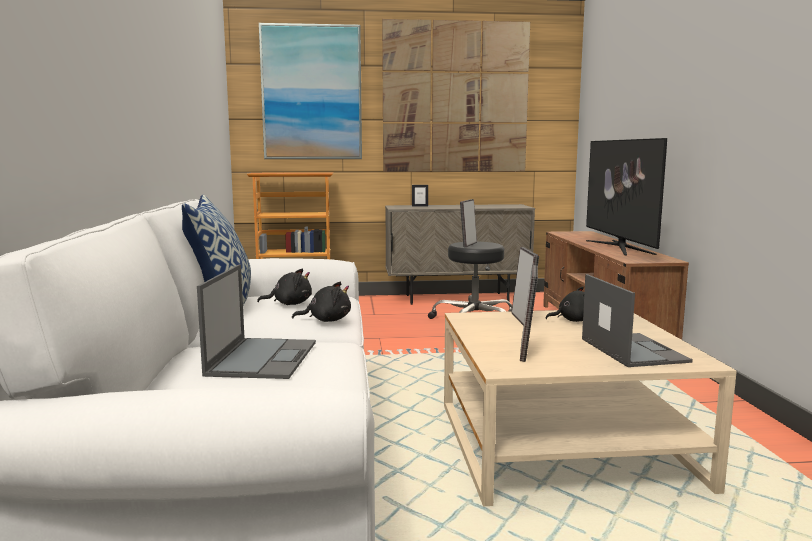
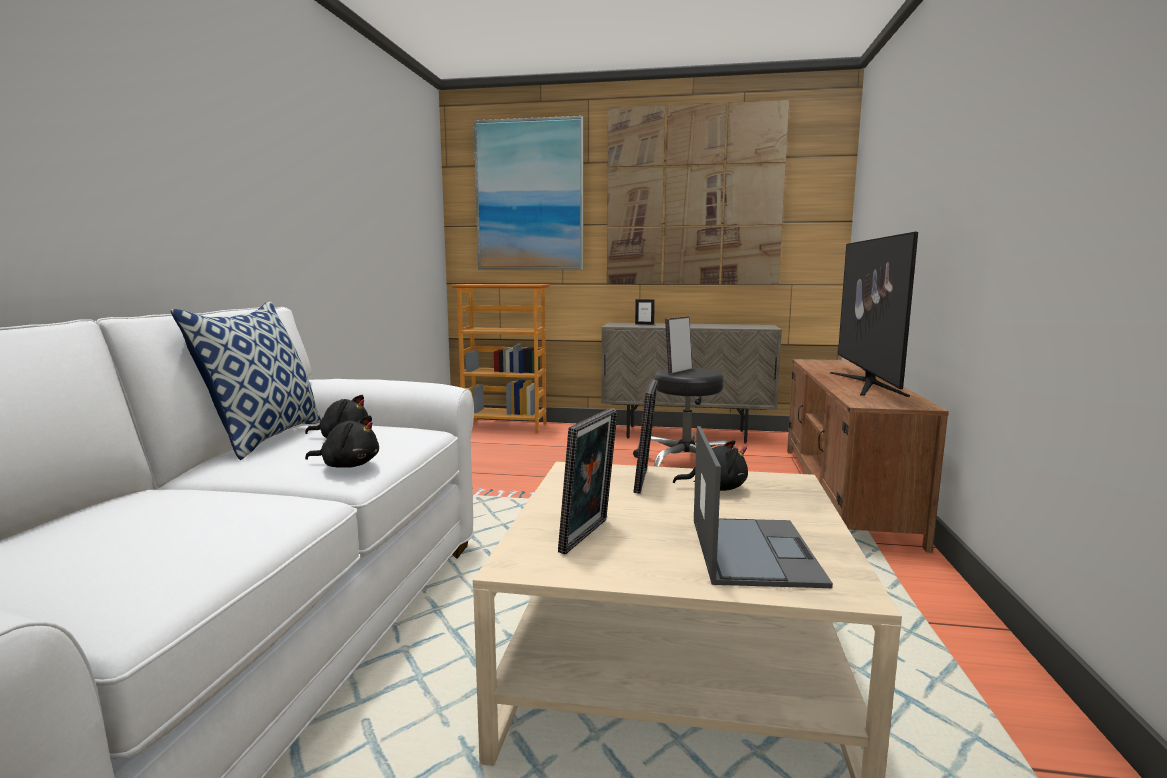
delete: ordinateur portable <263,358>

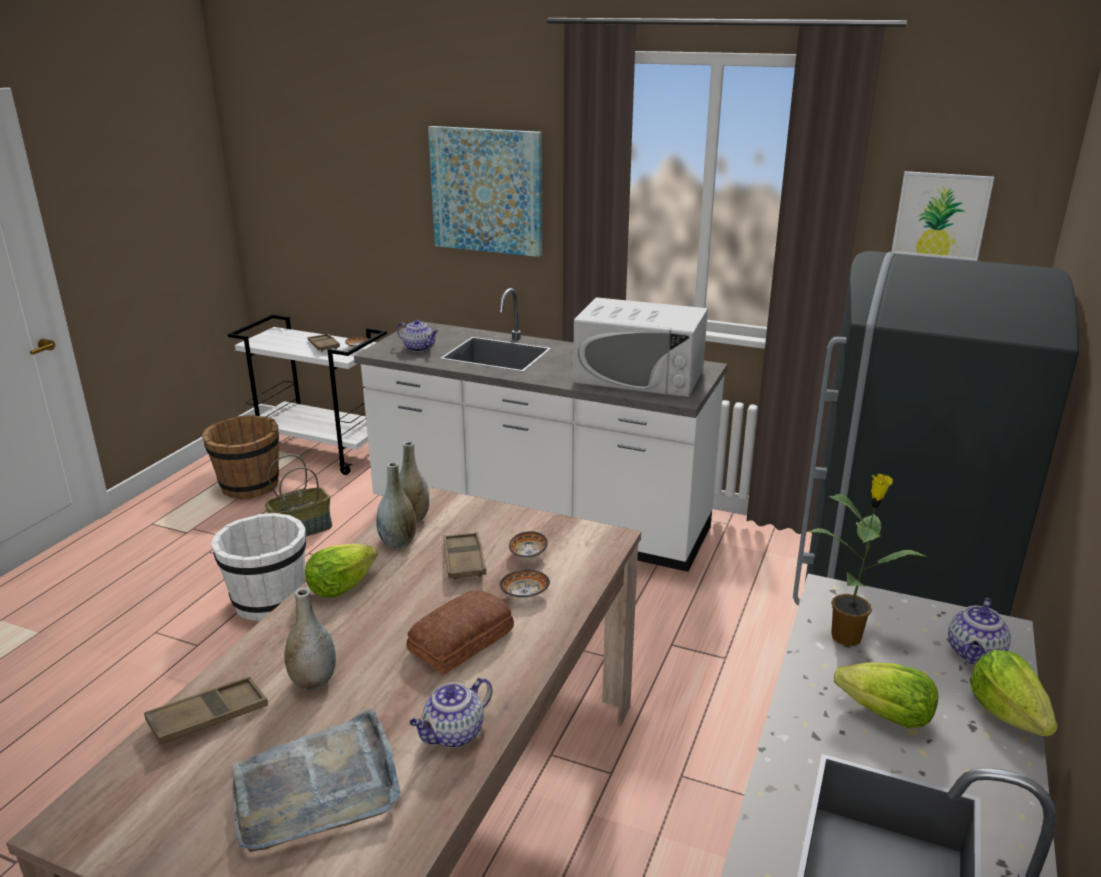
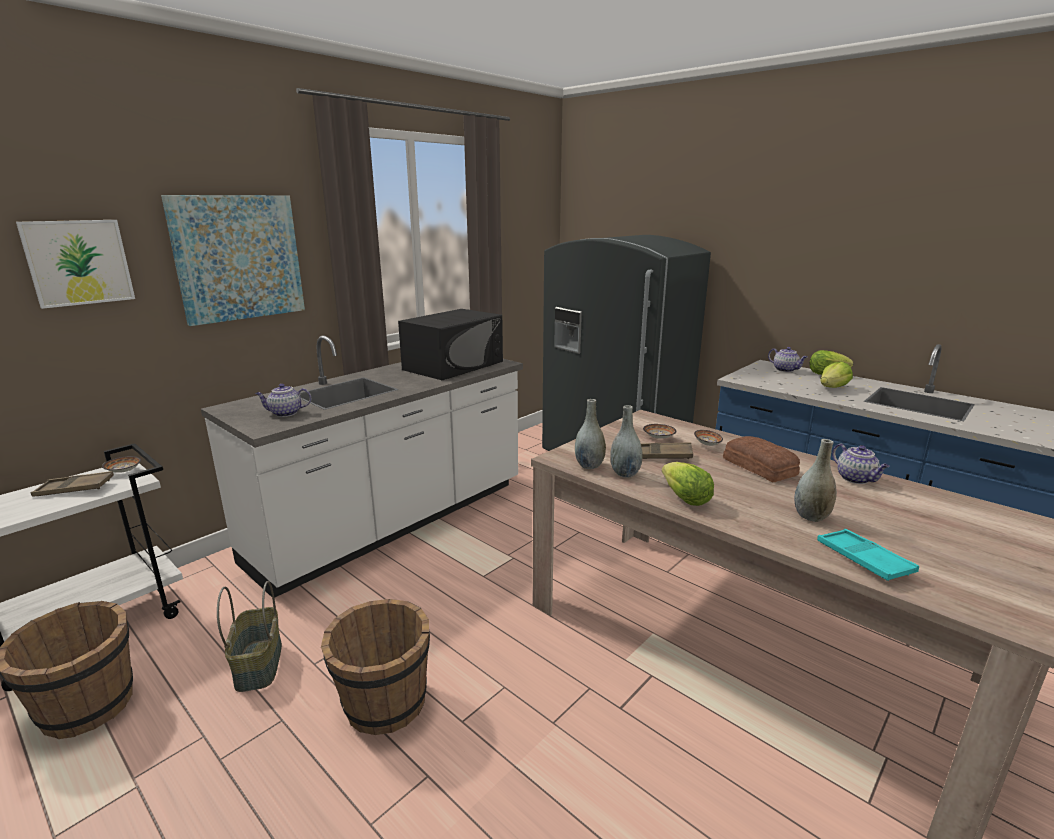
delete: plateau [gris] <317,787>; plante en pot <847,636>
move: tableau <941,215> to <78,262>
recolor: plateau [marron] <208,716> to plateau [turquoise] <863,559>; seau [blanc] <269,601> to seau [marron] <384,703>; micro-ondes [blanc] <639,376> to micro-ondes [noir] <454,365>
rotate: théière <419,348> = <285,413> 150 degrees counterclockwise

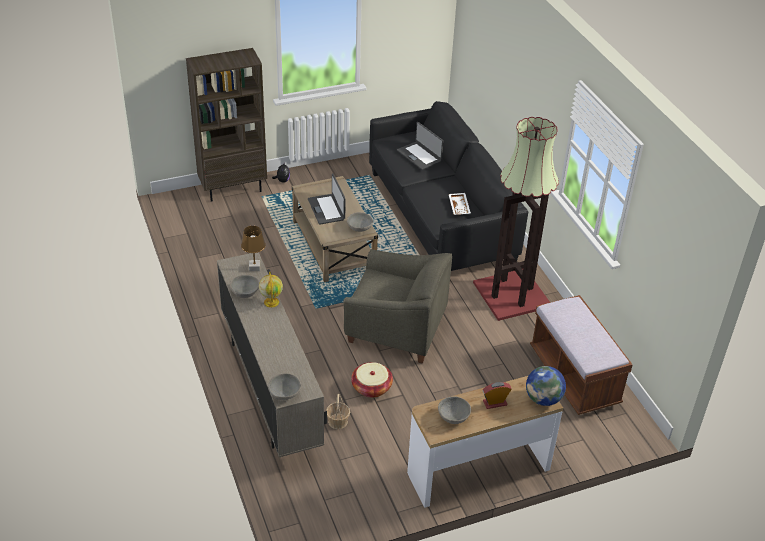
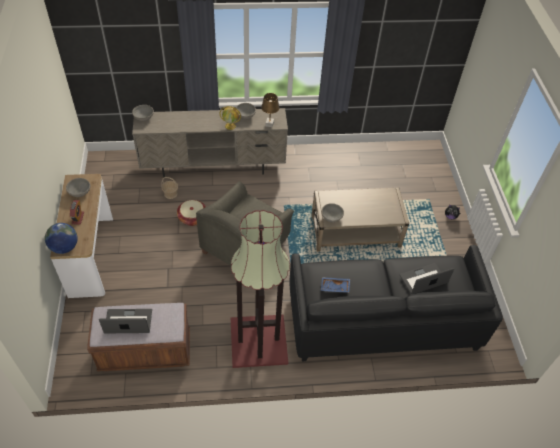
delete: bibliothèque [marron] <233,188>
move: ordinateur portable <327,209> to <128,322>
recolor: plateau [blanc] <459,207> to plateau [bleu] <335,287>

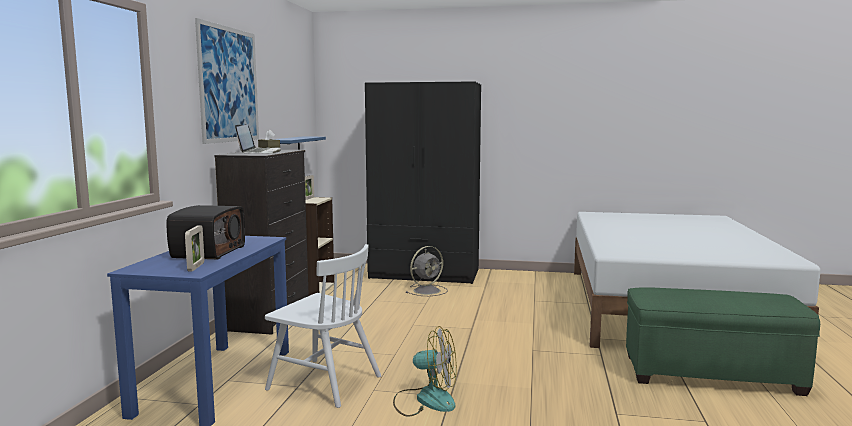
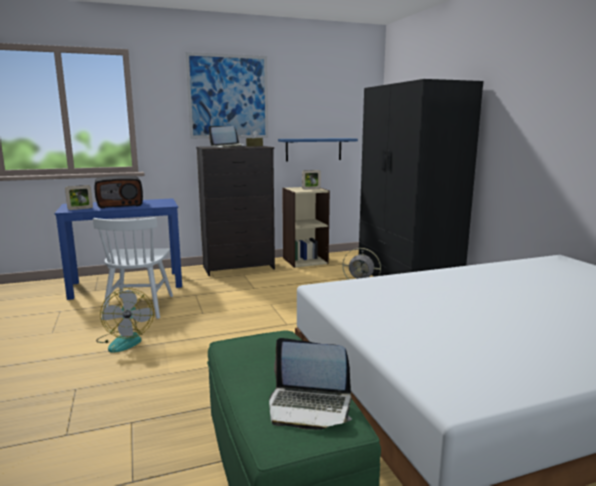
insert: ordinateur portable <309,406>

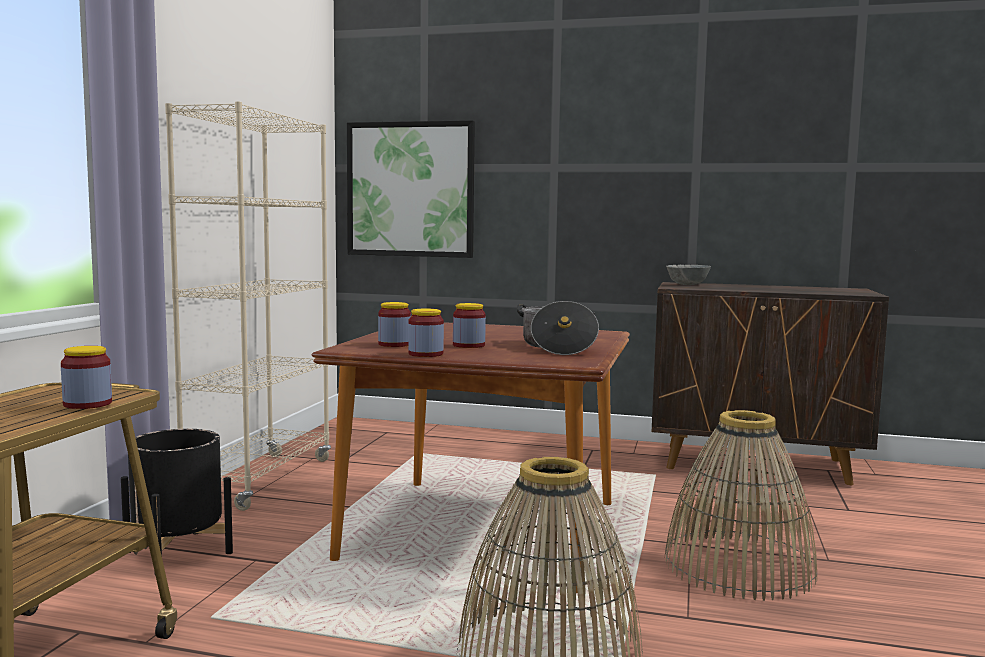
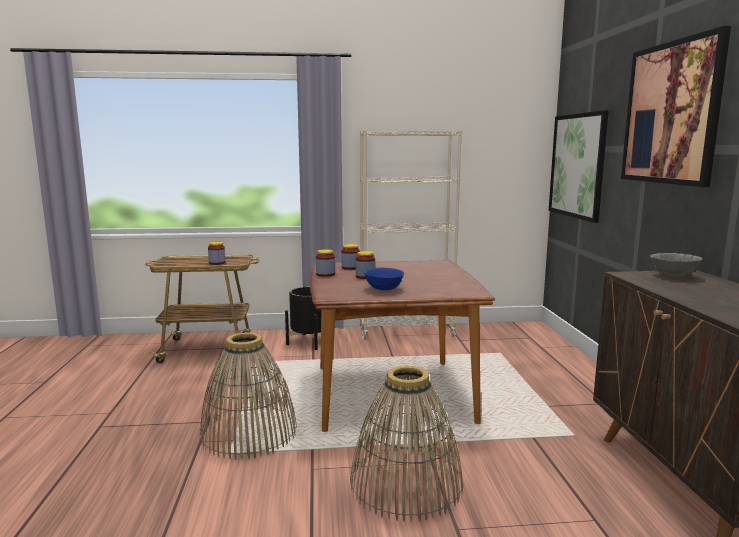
insert: tableau <671,113>
replace: marmite <557,347> to bol [bleu] <384,289>

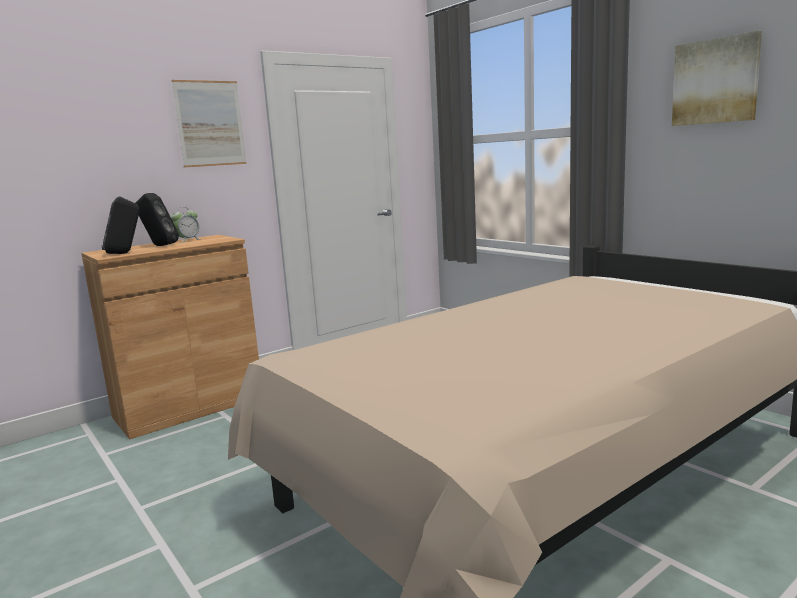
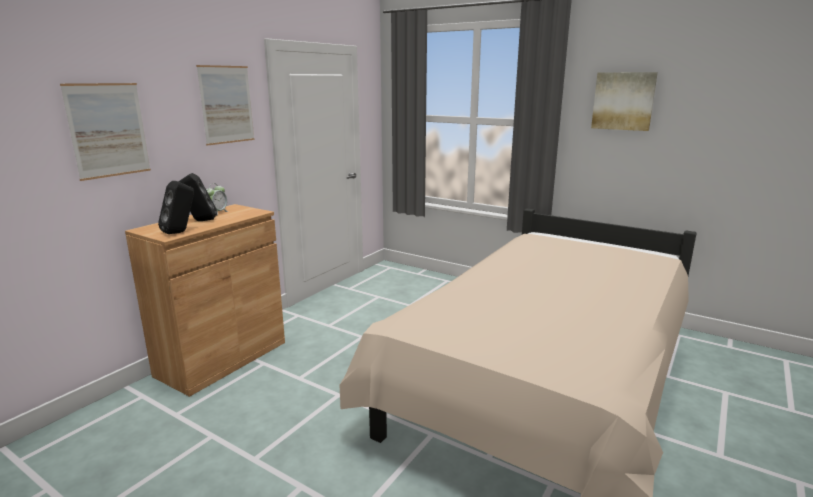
insert: tableau <108,130>

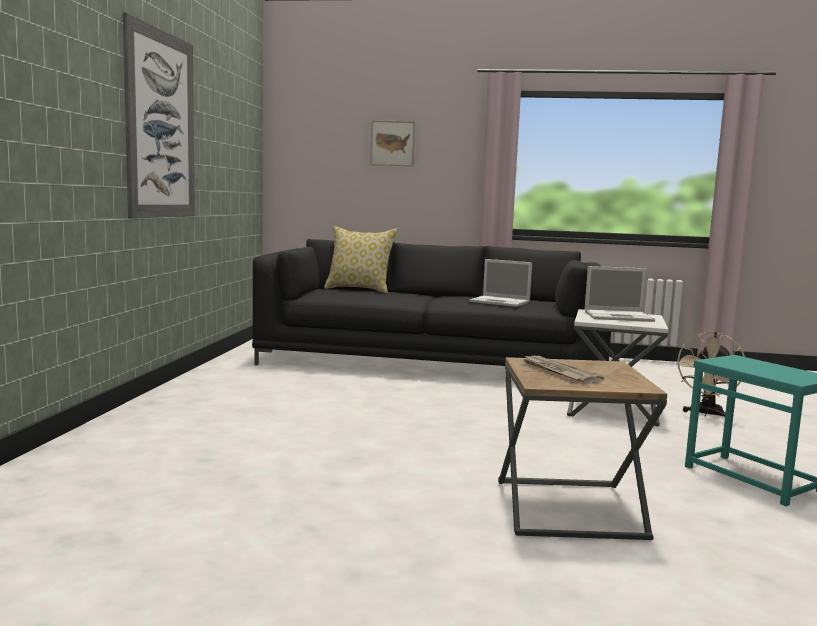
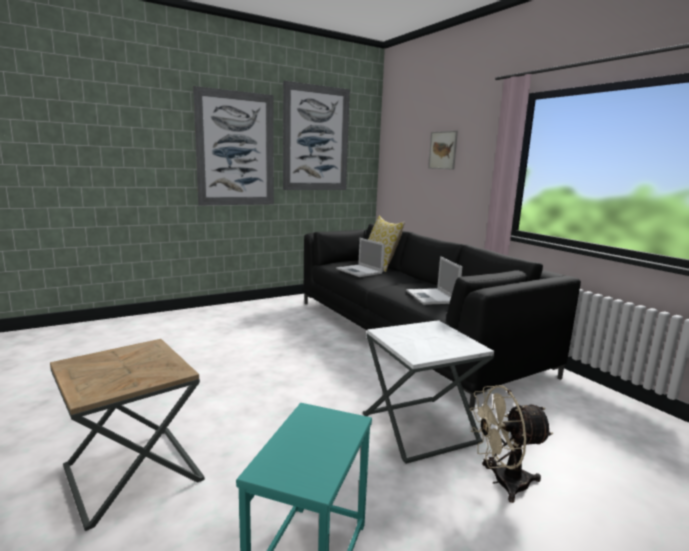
delete: journal <558,372>
insert: tableau <316,139>
move: ordinateur portable <619,316> to <360,271>

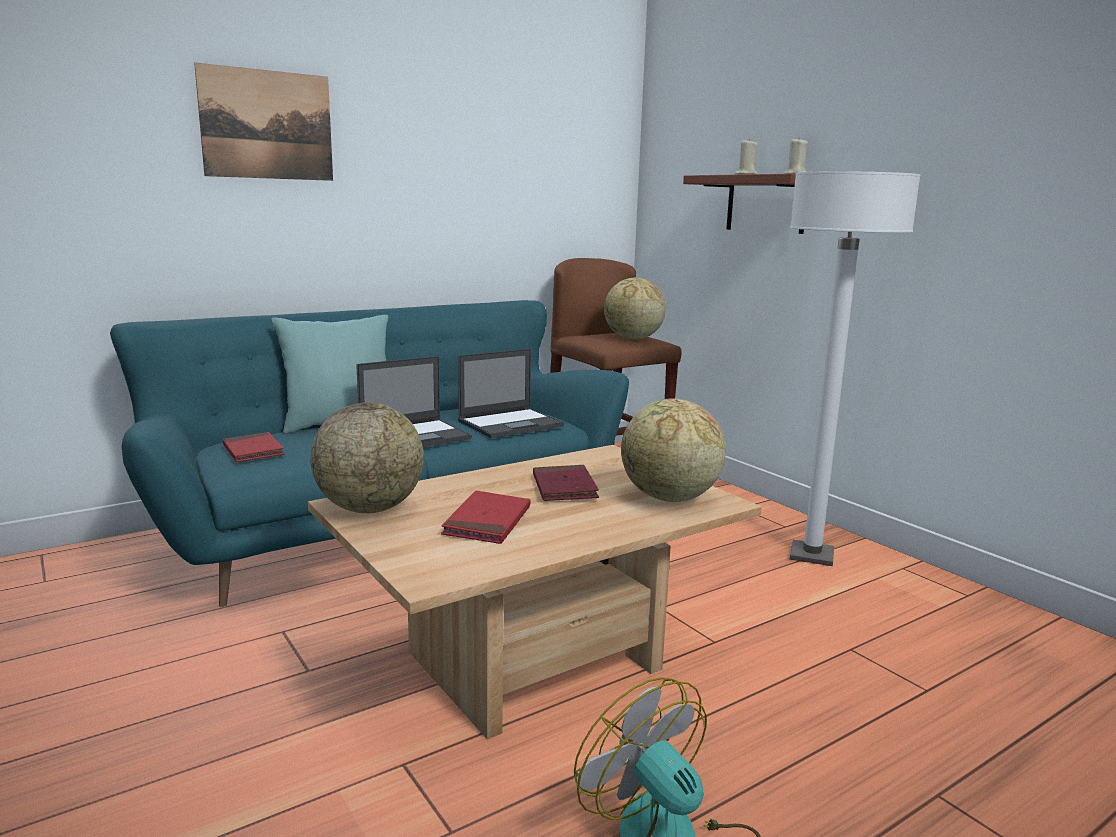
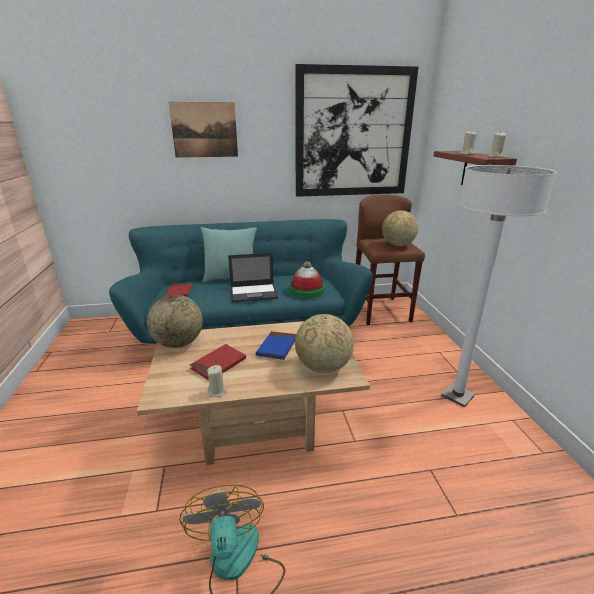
insert: bougie [beige] <217,392>; tableau <353,134>
replace: ordinateur portable <511,423> to chapeau <306,290>
recolor: livre [rouge] <564,488> to livre [bleu] <277,347>

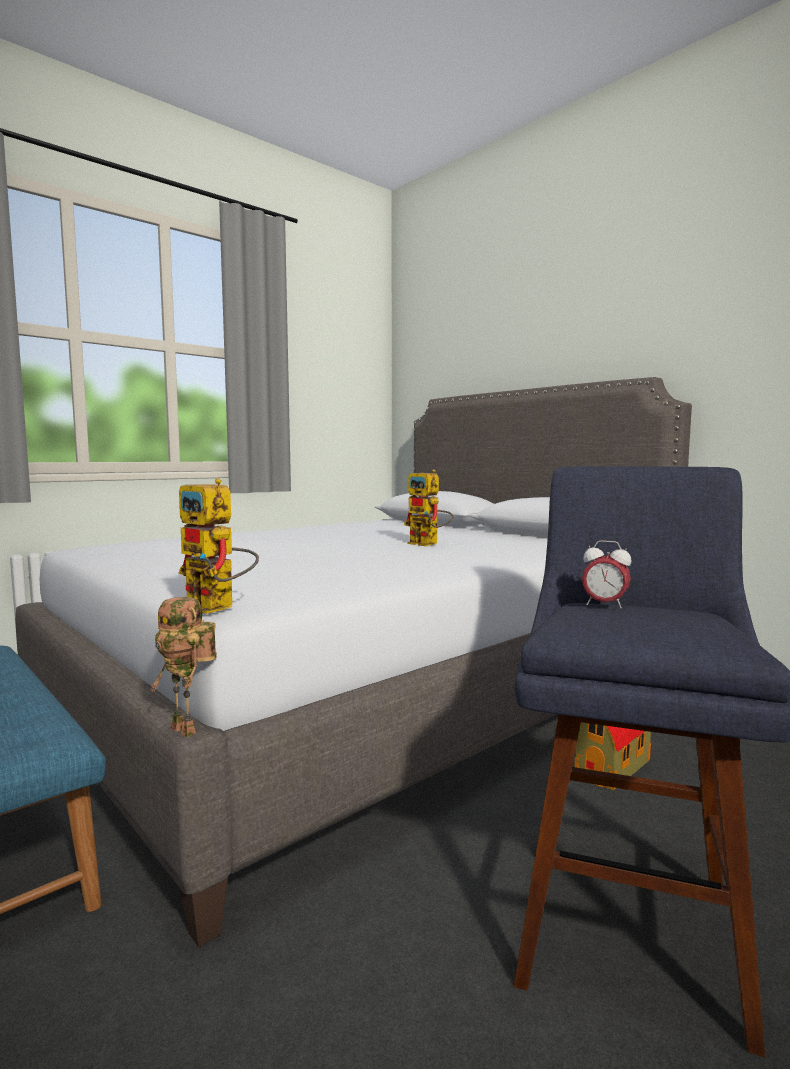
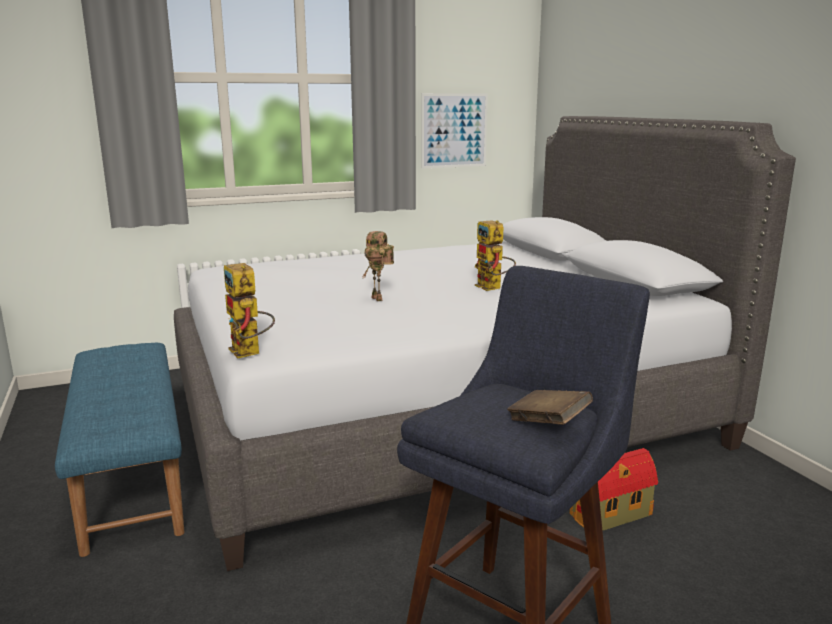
delete: réveil <604,605>
insert: tableau <454,130>; livre [marron] <548,423>
move: robot jouet <188,730> to <379,299>

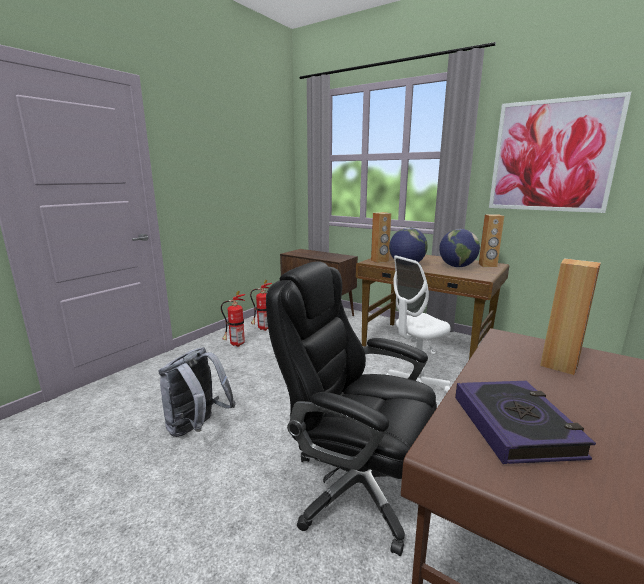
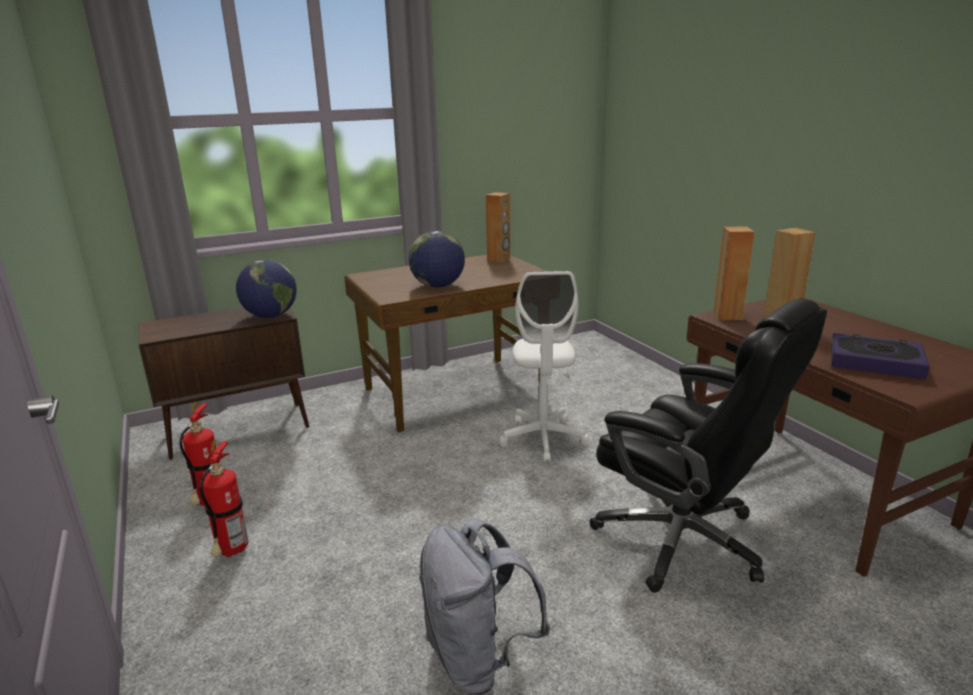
delete: tableau <552,156>
move: enceinte [marron] <379,261> to <728,316>; globe <457,266> to <270,316>
rotate: chaise de bureau [noir] <356,487> = <684,540> 105 degrees counterclockwise

